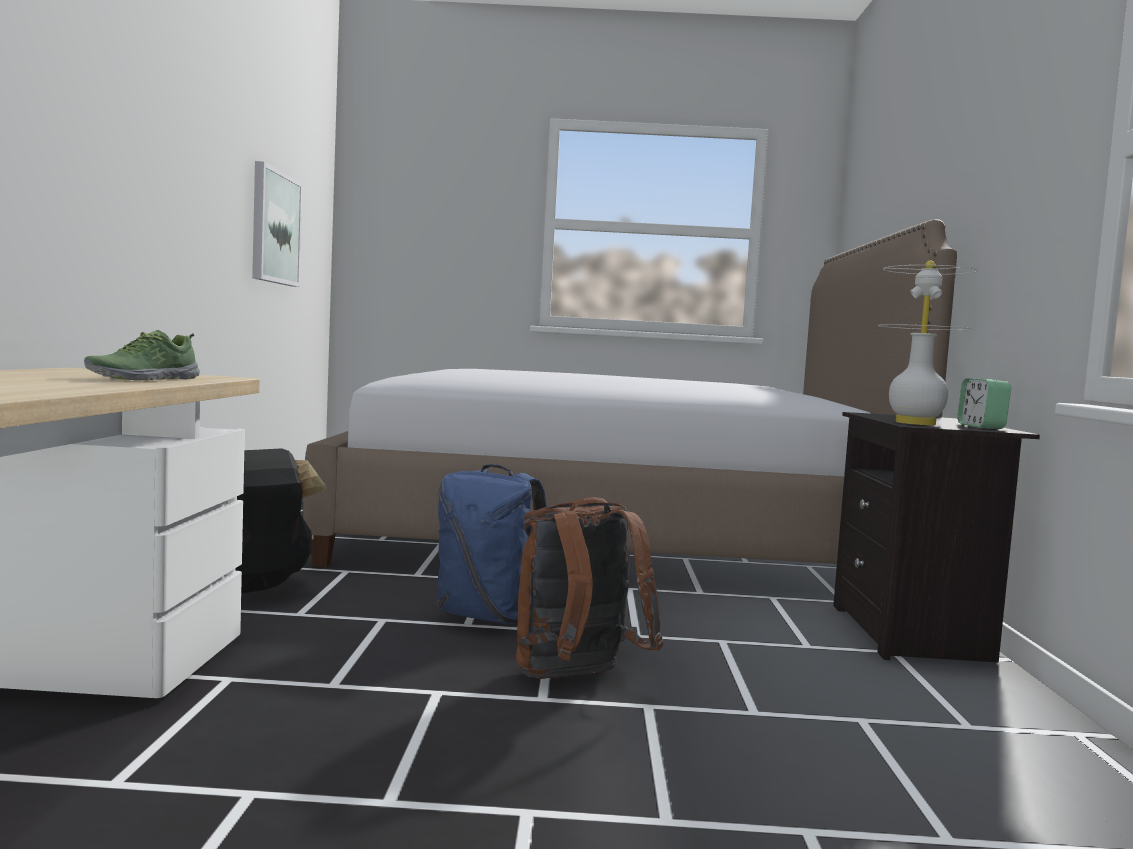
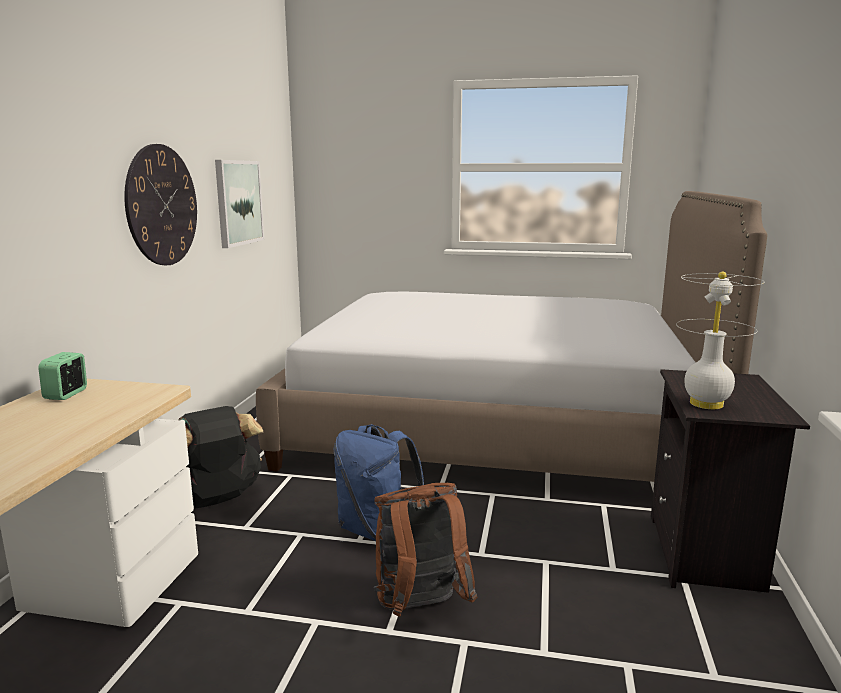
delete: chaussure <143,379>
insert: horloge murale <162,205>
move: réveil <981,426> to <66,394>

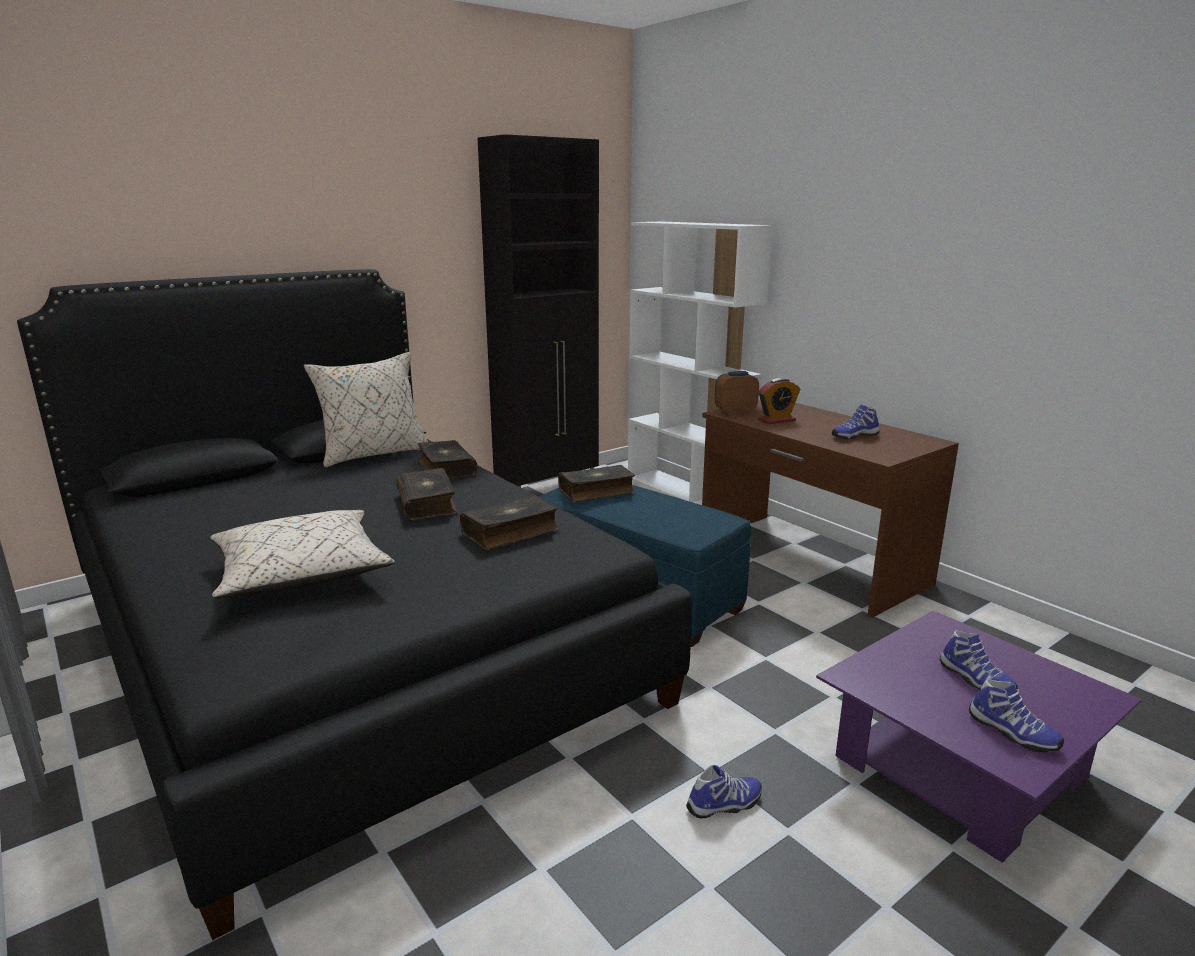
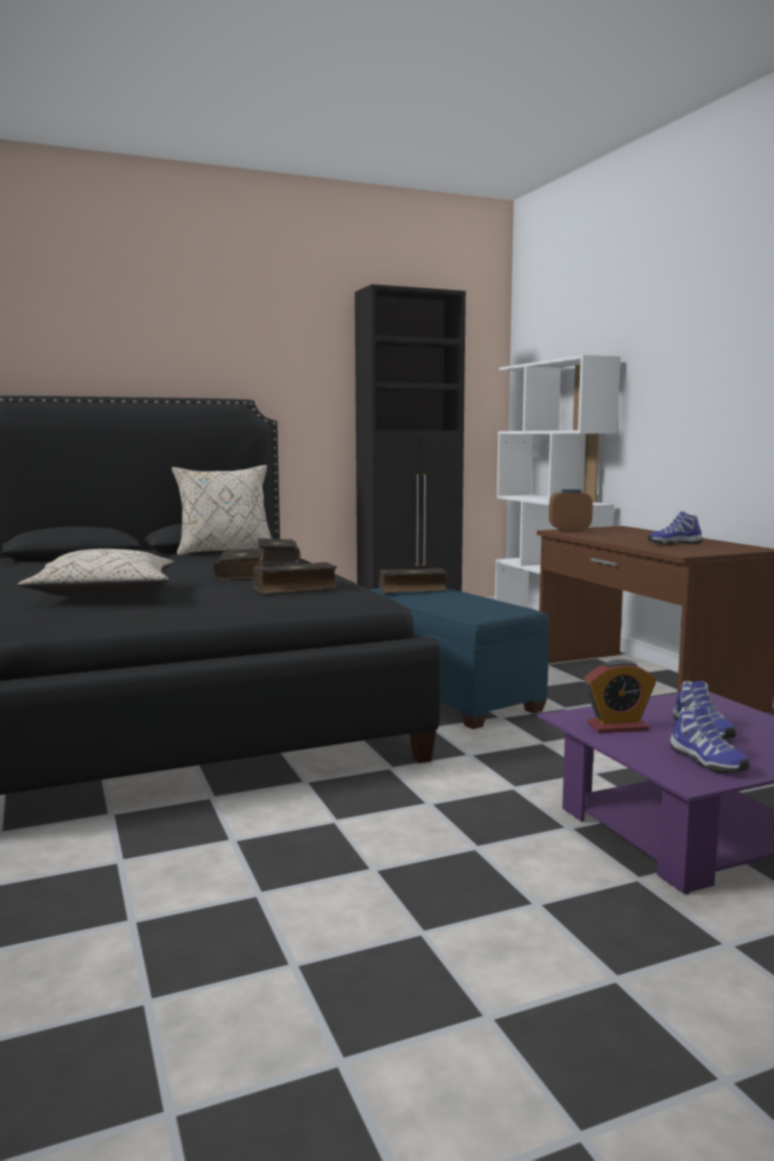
delete: chaussure <725,805>
move: réveil <777,420> to <617,727>

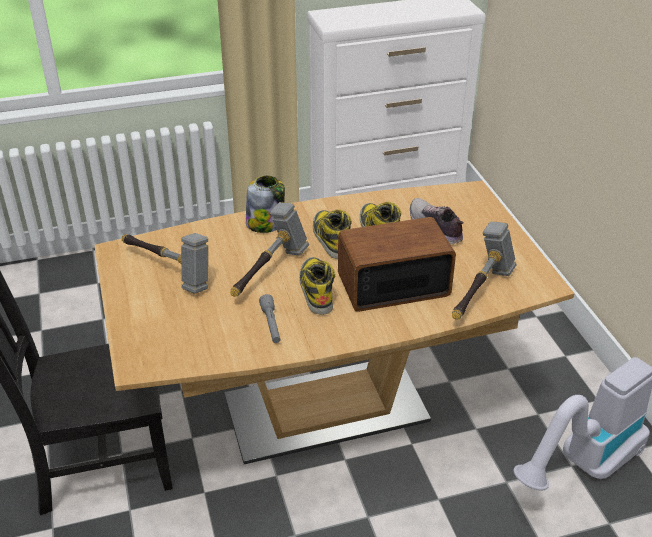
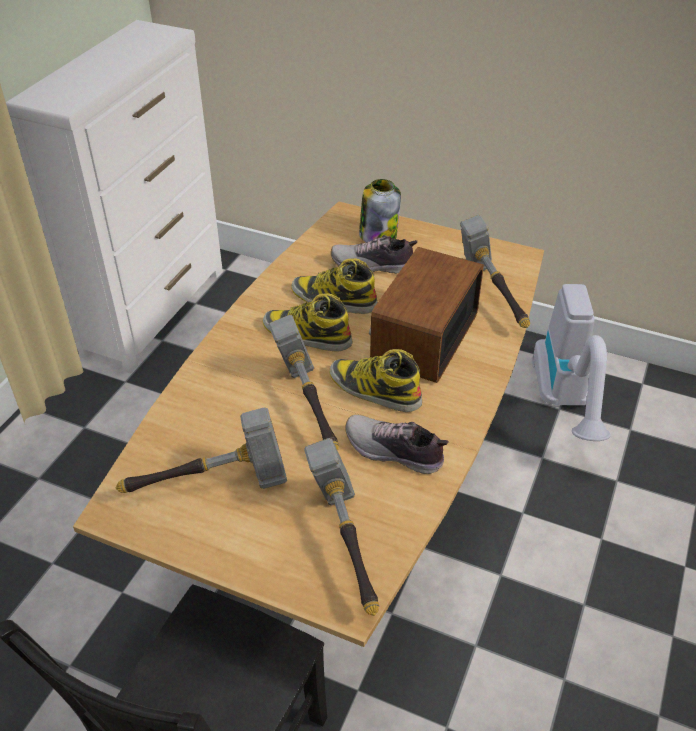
insert: marteau <346,545>
move: bocal <265,223> to <378,235>
replace: lampe de poche [gris] <271,325> to chaussure <394,452>

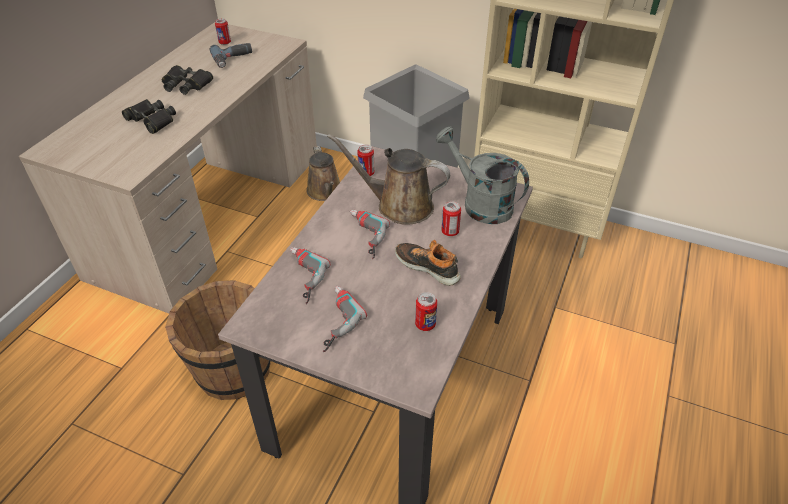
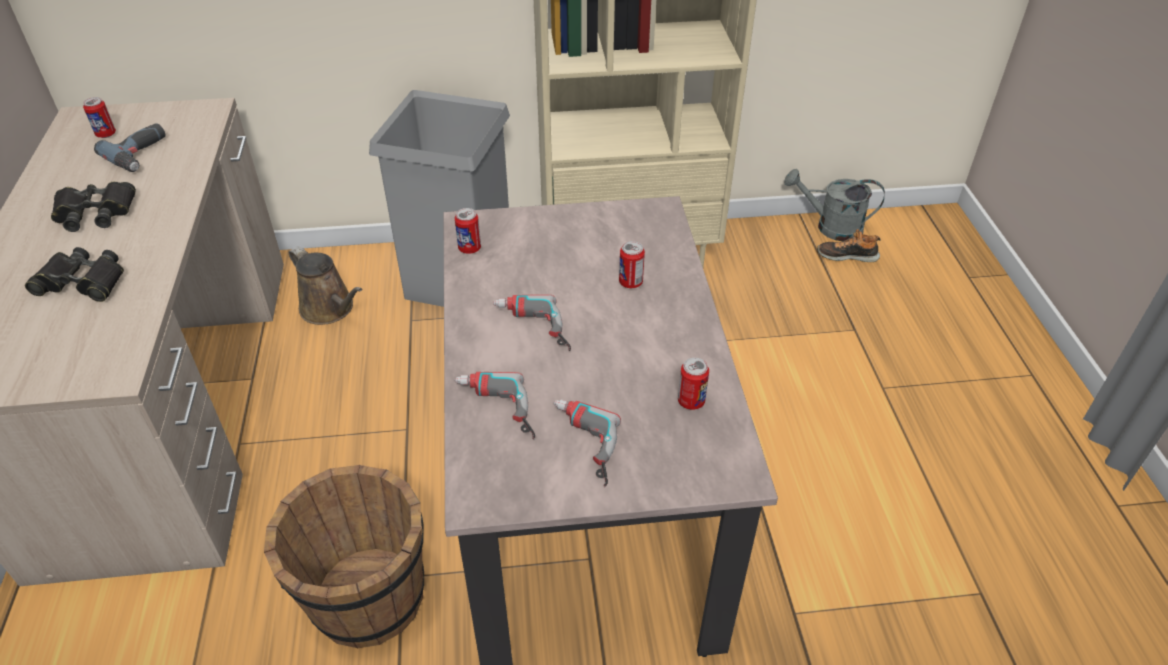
delete: arrosoir [marron] <399,205>
move: chaussure <428,267> to <847,255>; arrosoir [gris] <480,203> to <830,227>

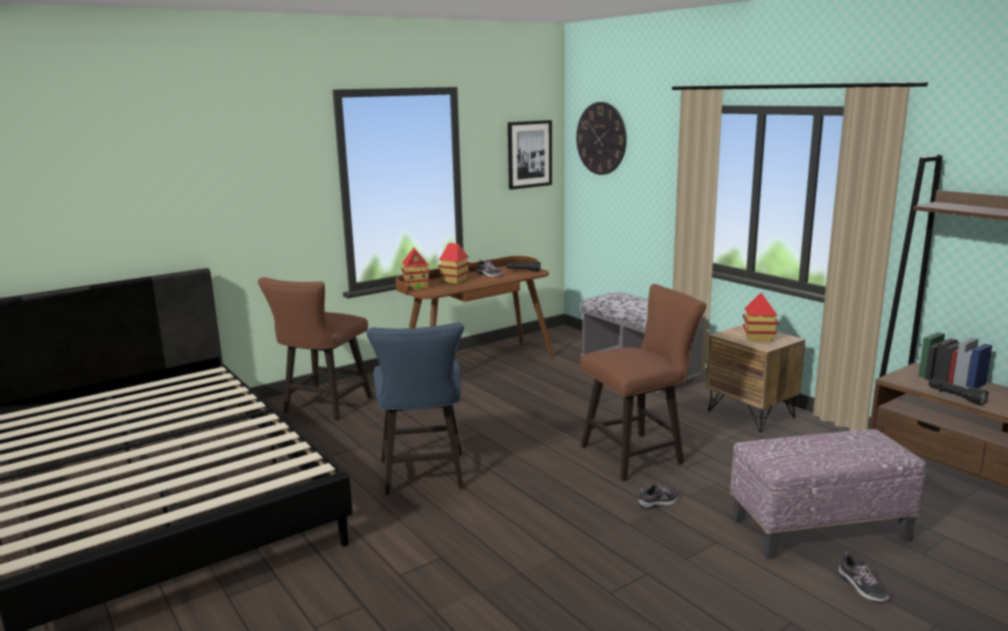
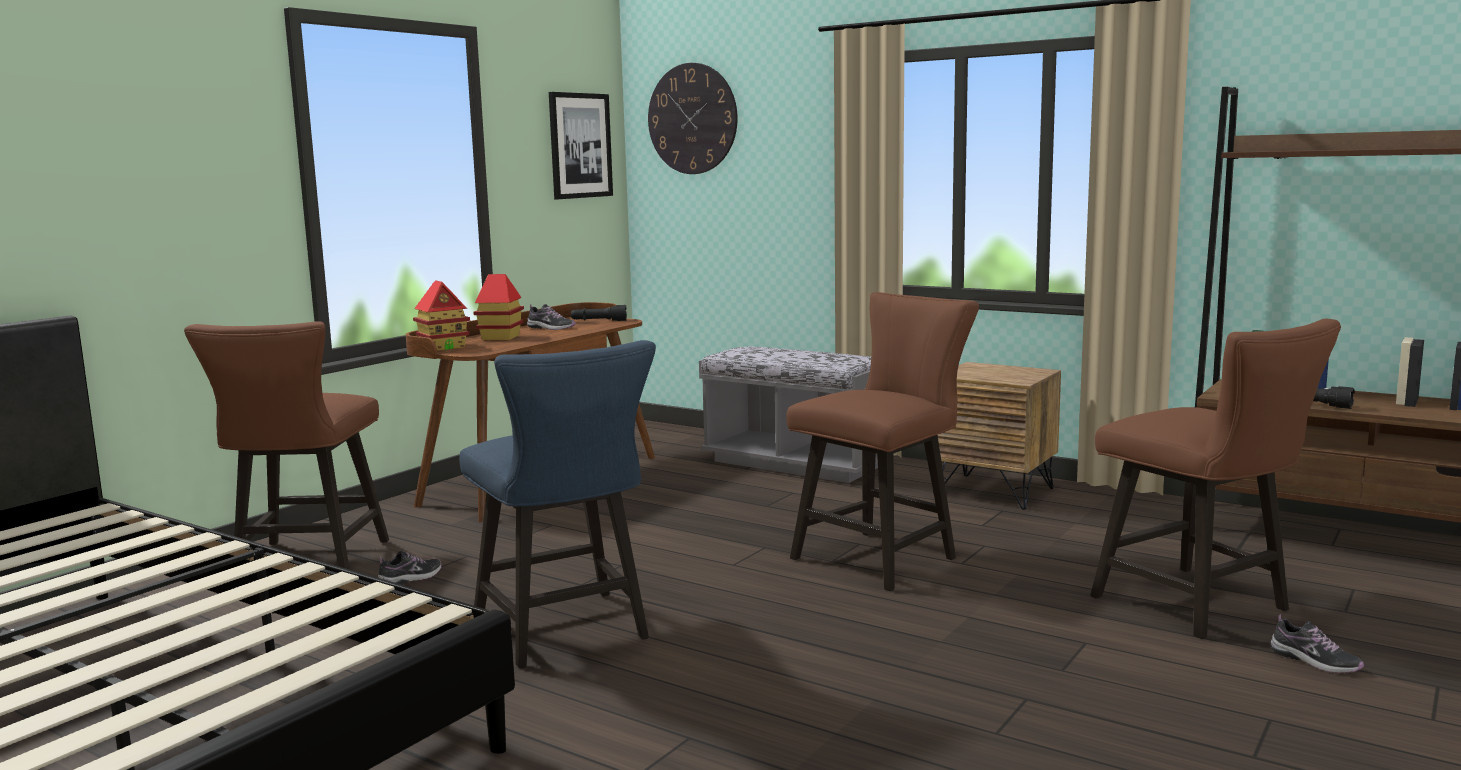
delete: maison miniature <758,338>
move: chaussure <659,502> to <411,578>
replace: pouf <819,530> to chaise [marron] <1201,607>

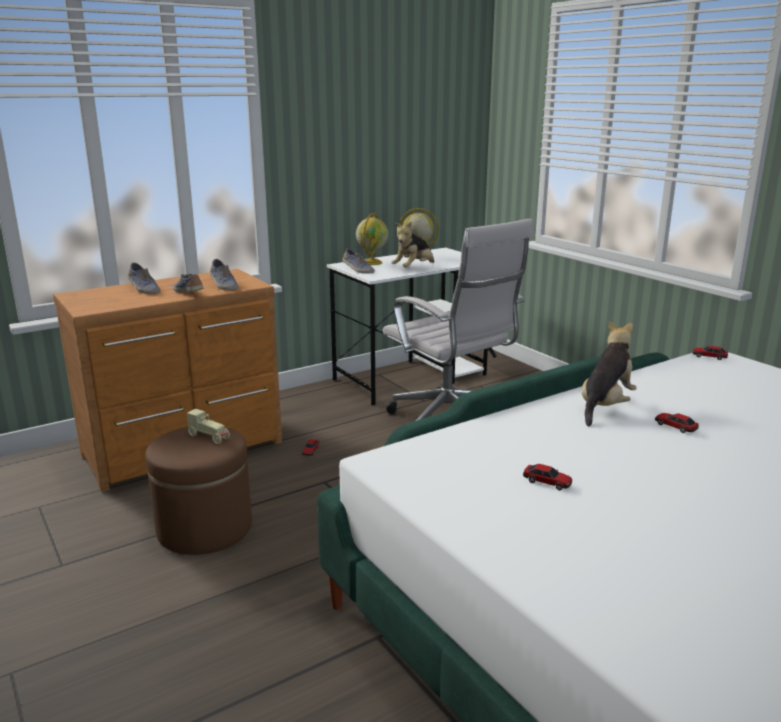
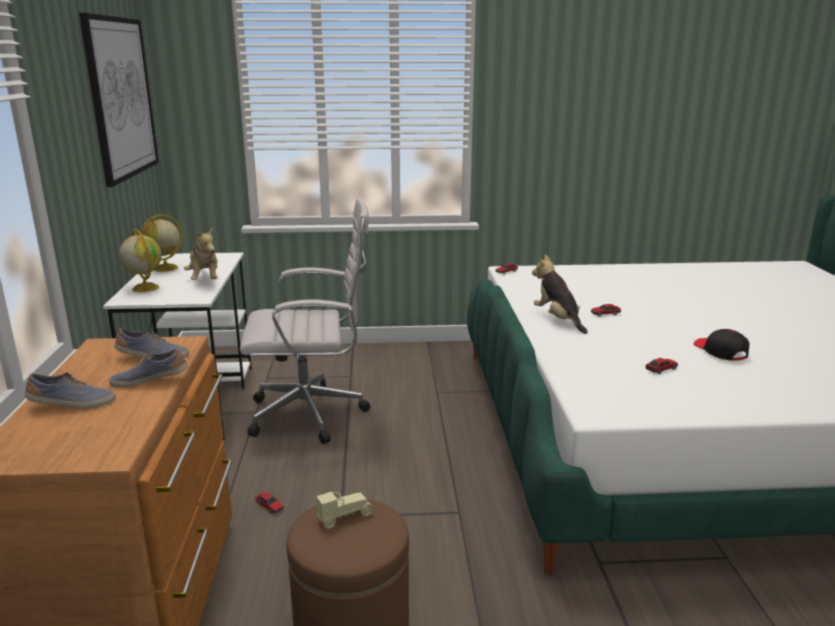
delete: chaussure <357,270>
insert: tableau <121,98>; casquette [noir] <720,351>

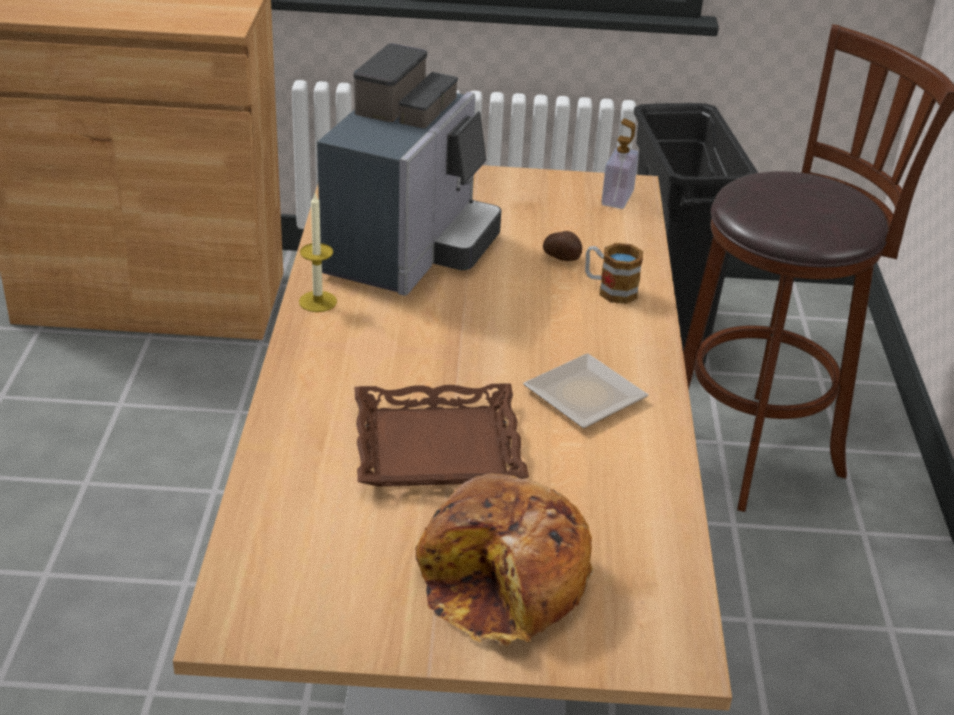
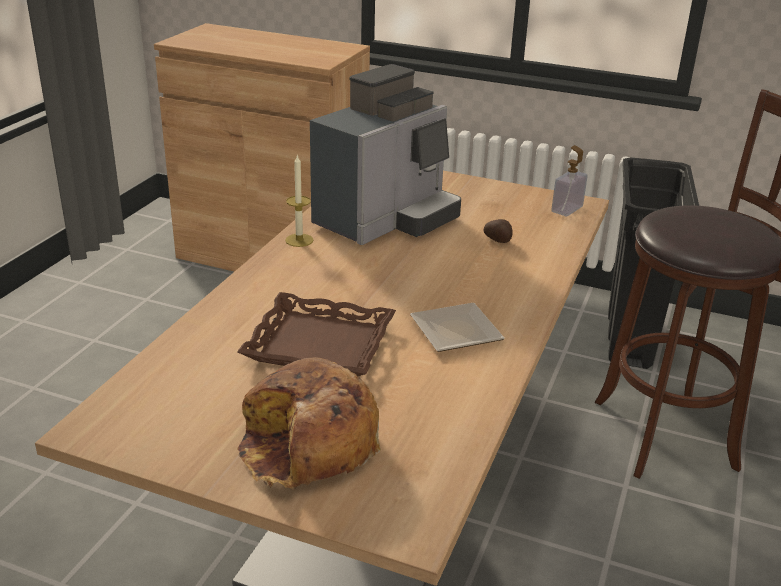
delete: mug <610,290>

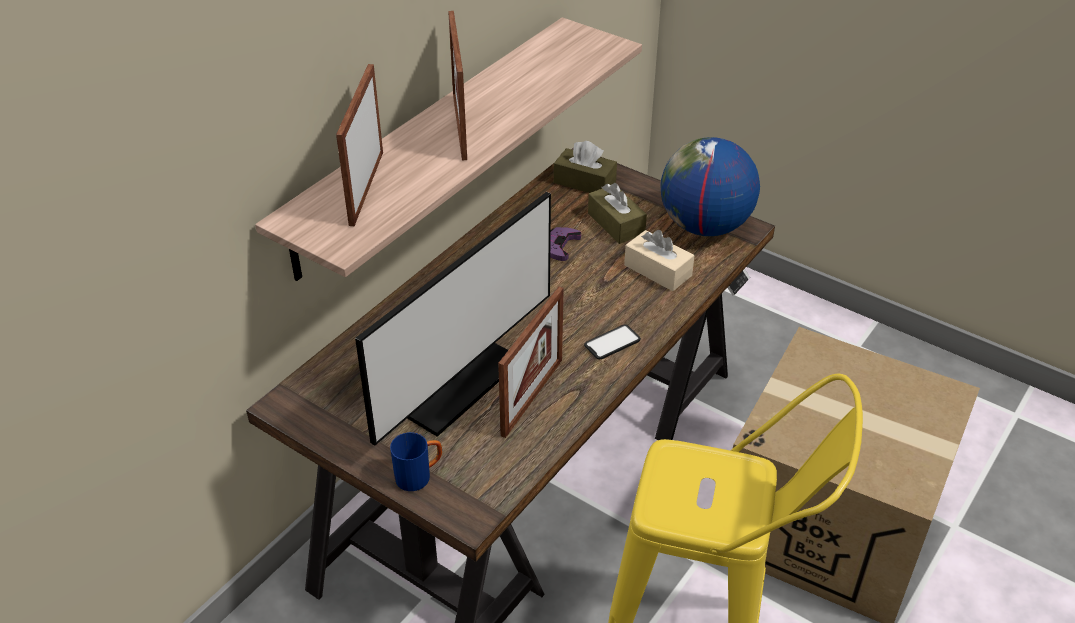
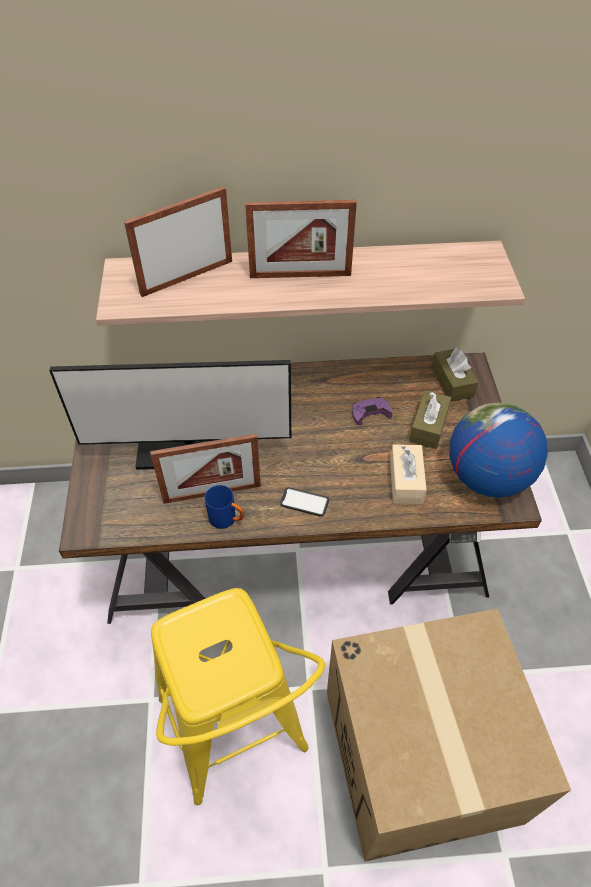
move: mug [bleu] <419,475> to <227,519>
rotate: cadre photo <460,127> = <300,275> 135 degrees counterclockwise

